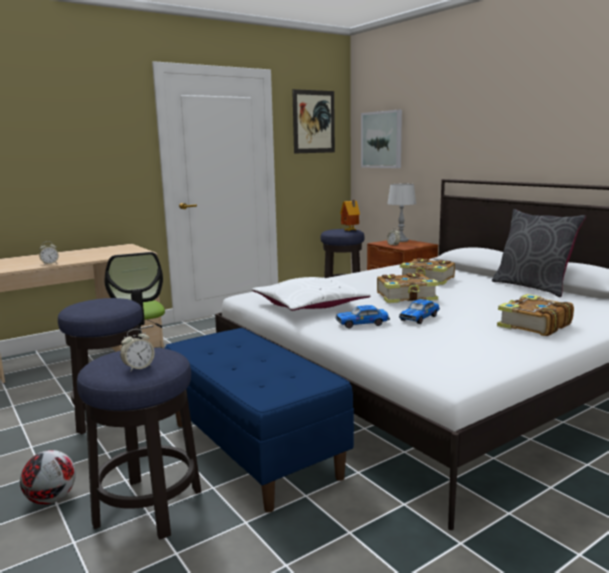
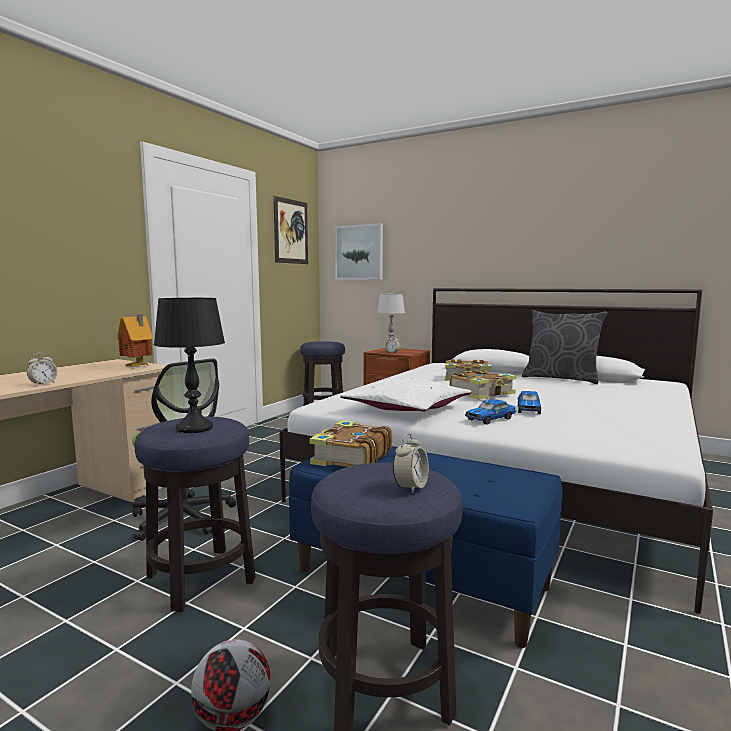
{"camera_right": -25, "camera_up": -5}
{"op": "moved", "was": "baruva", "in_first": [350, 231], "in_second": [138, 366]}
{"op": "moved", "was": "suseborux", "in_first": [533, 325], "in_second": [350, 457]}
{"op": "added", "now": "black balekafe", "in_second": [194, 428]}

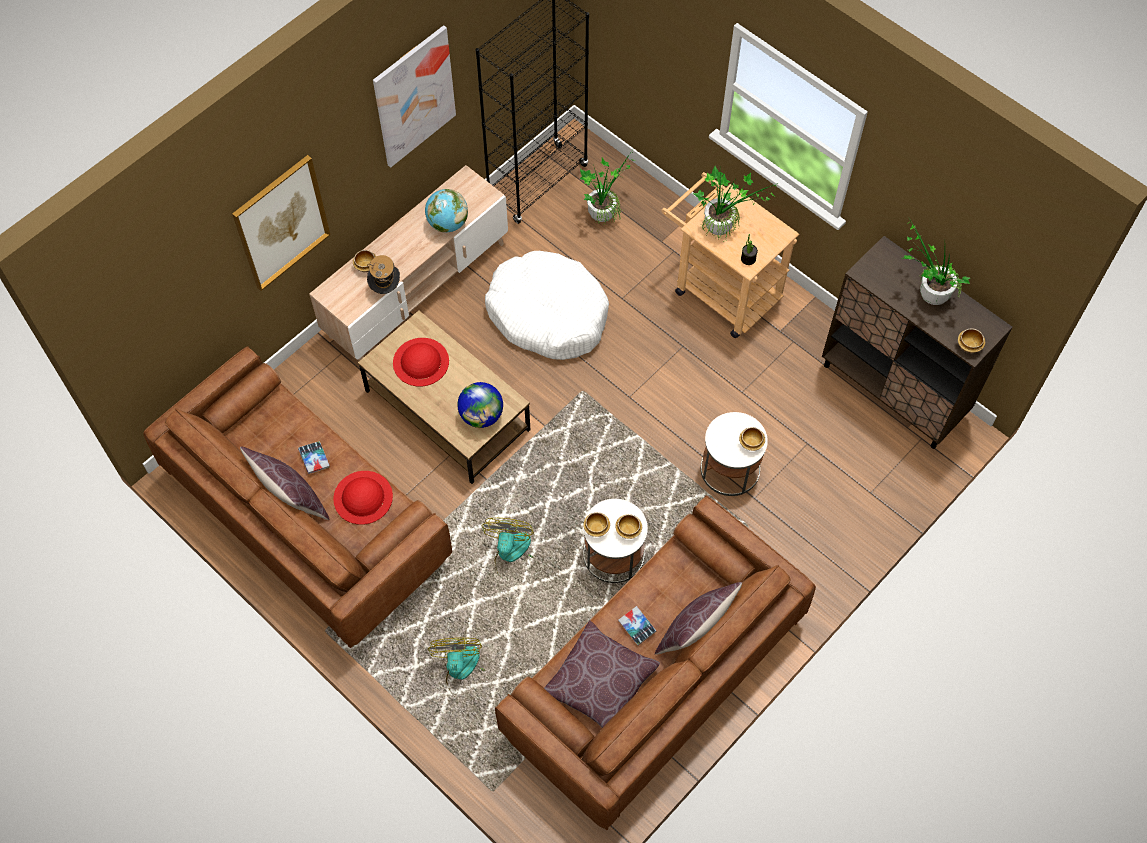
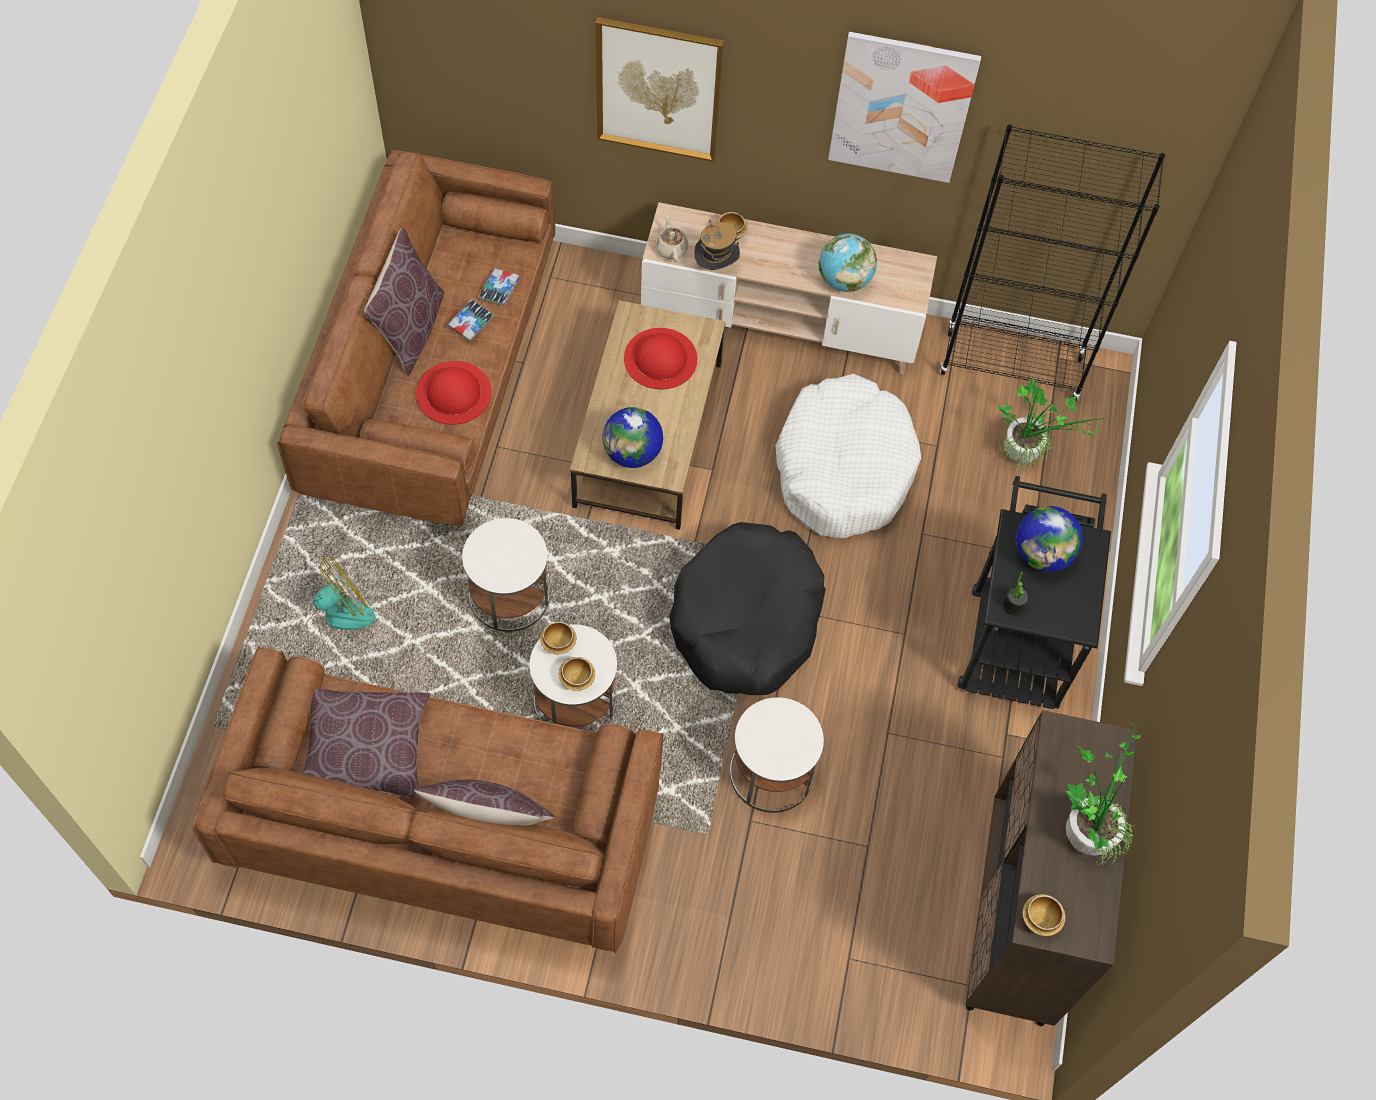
{"camera_right": 55, "camera_up": 0}
{"op": "replaced", "was": "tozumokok", "now": "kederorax", "in_first": [724, 225], "in_second": [1042, 554]}
{"op": "recoloured", "was": "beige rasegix", "now": "black rasegix", "in_first": [720, 289], "in_second": [1015, 635]}
{"op": "removed", "was": "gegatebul", "in_first": [751, 443]}
{"op": "replaced", "was": "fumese", "now": "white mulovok", "in_first": [512, 555], "in_second": [509, 595]}
{"op": "moved", "was": "suseborux", "in_first": [637, 627], "in_second": [499, 290]}
{"op": "added", "now": "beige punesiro", "in_second": [671, 248]}
{"op": "added", "now": "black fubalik", "in_second": [746, 620]}

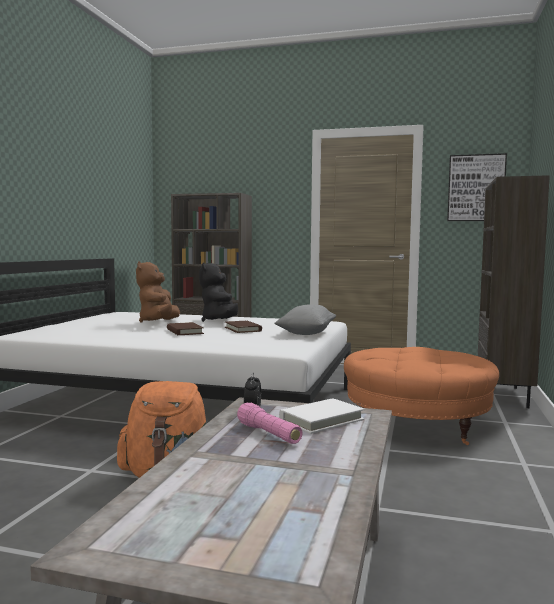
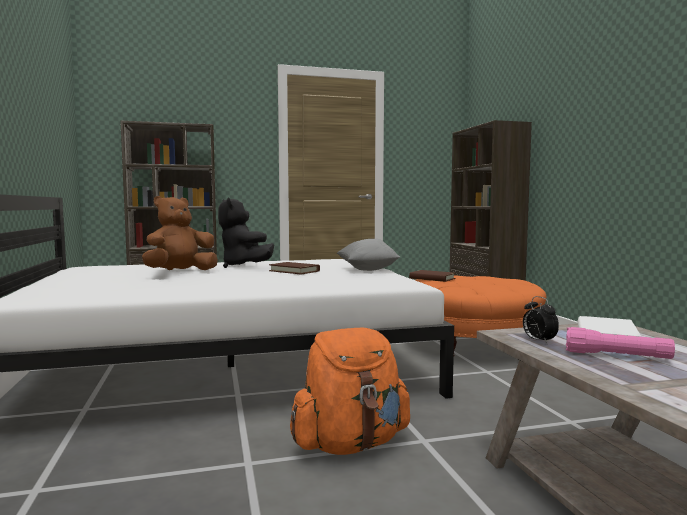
{"camera_right": -30, "camera_up": 0}
{"op": "removed", "was": "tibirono", "in_first": [476, 188]}
{"op": "turned", "was": "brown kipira", "in_first": [158, 322], "in_second": [180, 272], "clockwise": 75}
{"op": "moved", "was": "brown suseborux", "in_first": [184, 331], "in_second": [432, 278]}

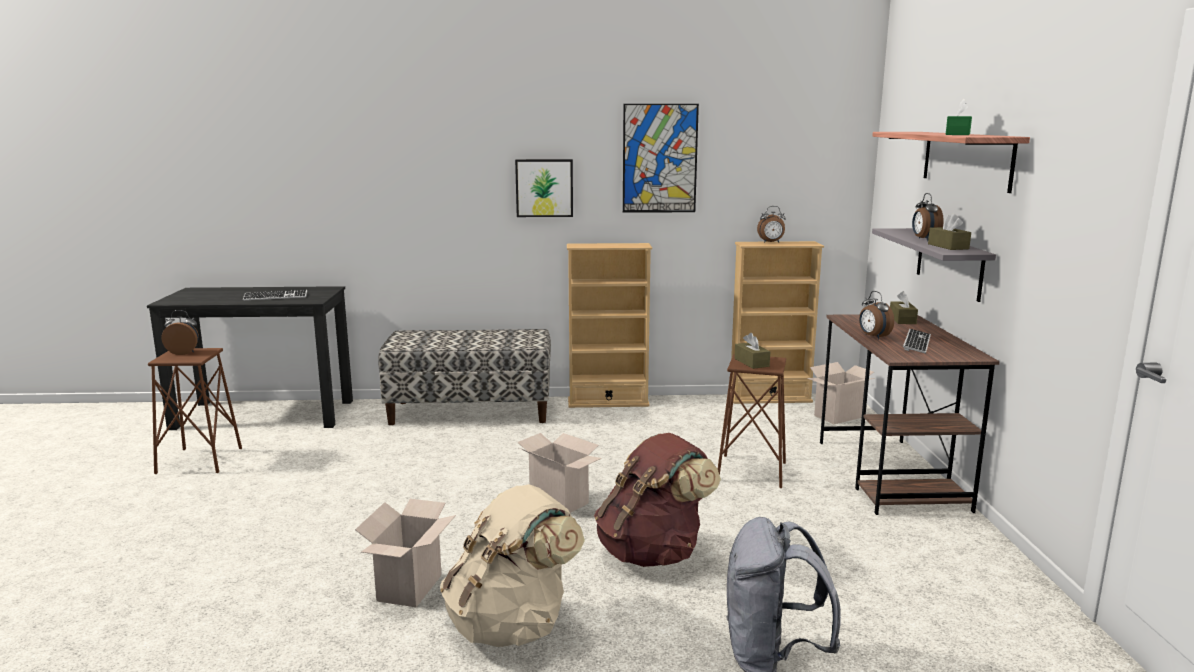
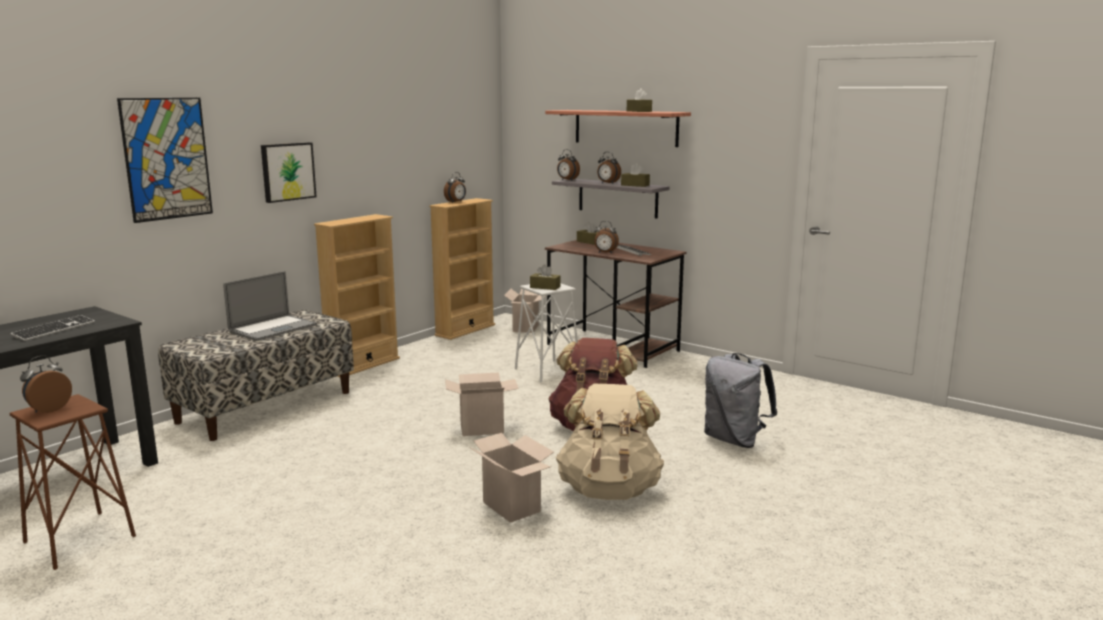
{"camera_right": -50, "camera_up": 0}
{"op": "recoloured", "was": "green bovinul", "now": "brown bovinul", "in_first": [957, 134], "in_second": [639, 111]}
{"op": "moved", "was": "tibirono", "in_first": [659, 158], "in_second": [167, 159]}
{"op": "recoloured", "was": "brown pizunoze", "now": "white pizunoze", "in_first": [751, 471], "in_second": [547, 371]}
{"op": "added", "now": "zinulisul", "in_second": [567, 180]}
{"op": "added", "now": "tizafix", "in_second": [273, 328]}

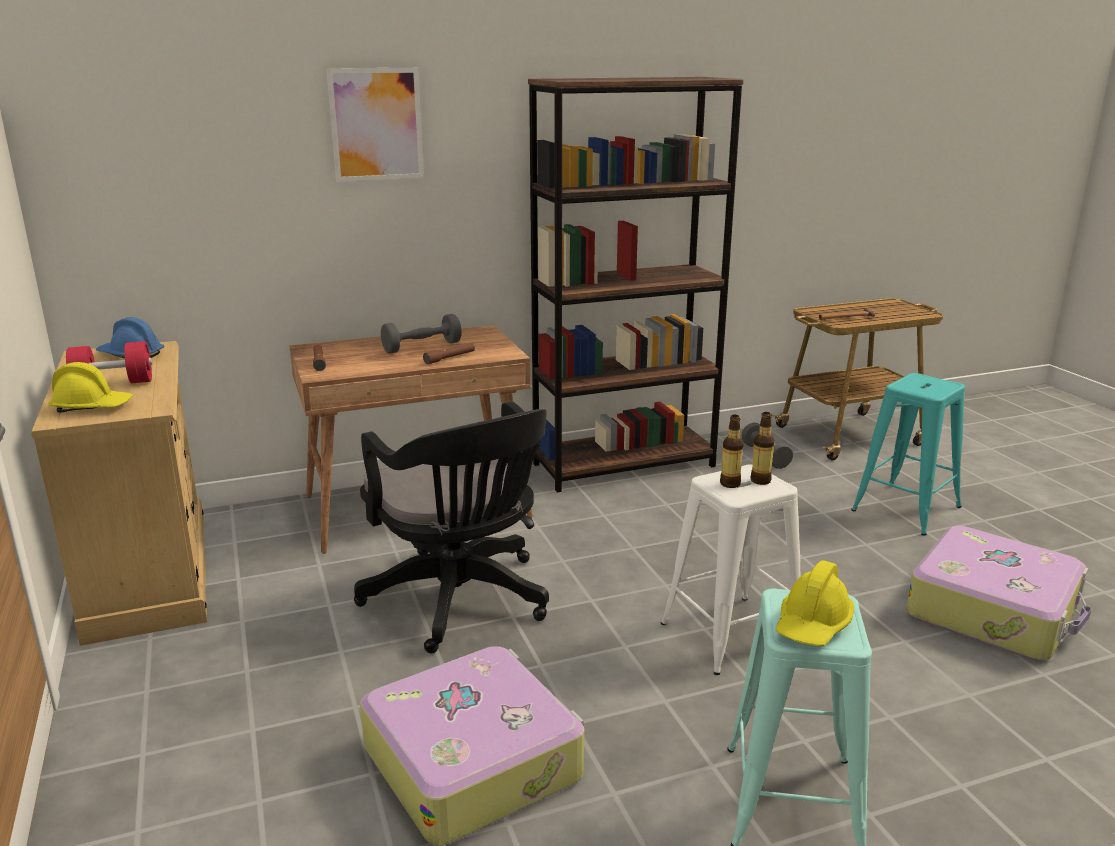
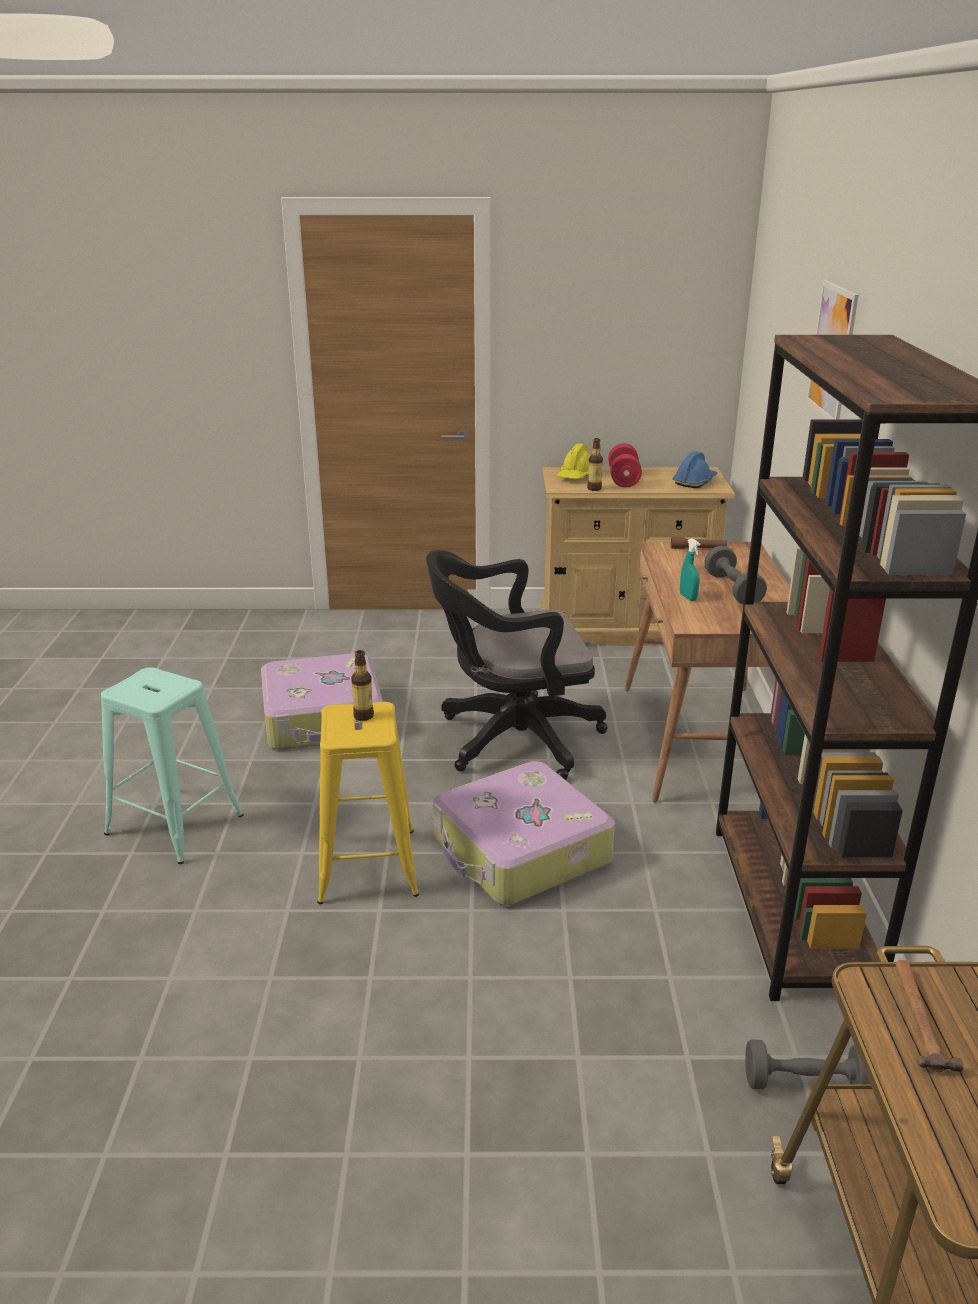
{"camera_right": 110, "camera_up": 5}
{"op": "replaced", "was": "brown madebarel", "now": "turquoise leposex", "in_first": [450, 358], "in_second": [688, 597]}
{"op": "removed", "was": "turquoise pizunoze", "in_first": [906, 509]}
{"op": "moved", "was": "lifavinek", "in_first": [760, 480], "in_second": [594, 489]}
{"op": "recoloured", "was": "white pizunoze", "now": "yellow pizunoze", "in_first": [731, 634], "in_second": [367, 865]}
{"op": "moved", "was": "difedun", "in_first": [994, 611], "in_second": [520, 851]}
{"op": "removed", "was": "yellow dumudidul", "in_first": [813, 625]}

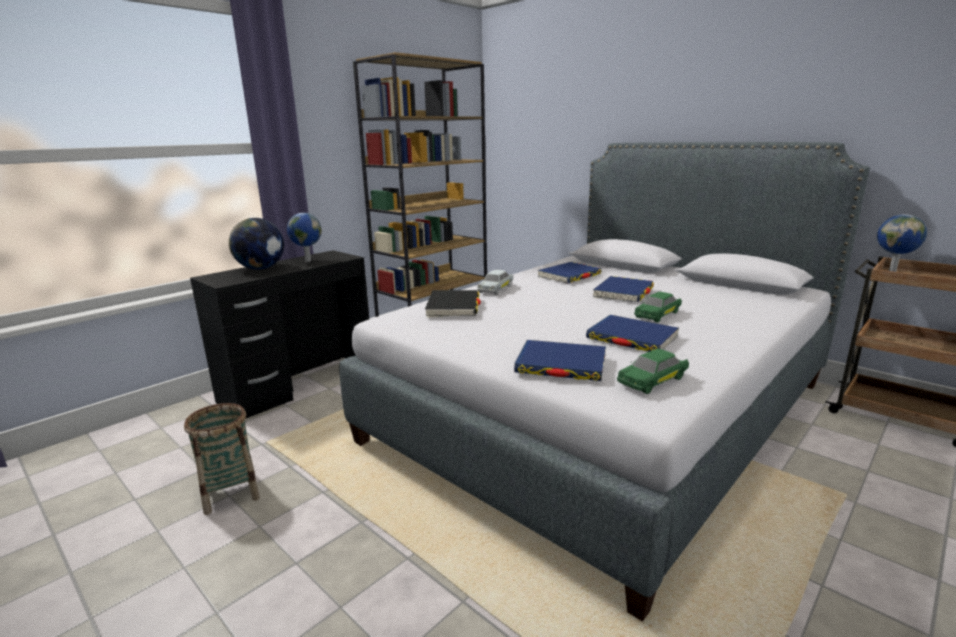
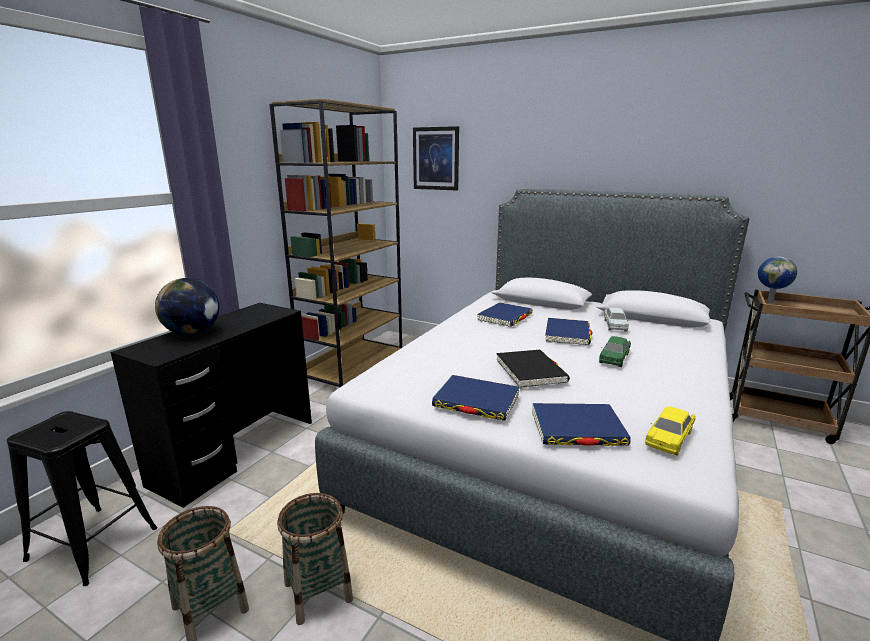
{"camera_right": -15, "camera_up": 0}
{"op": "removed", "was": "kederorax", "in_first": [307, 261]}
{"op": "moved", "was": "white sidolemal", "in_first": [495, 289], "in_second": [615, 325]}
{"op": "moved", "was": "black suseborux", "in_first": [453, 307], "in_second": [530, 371]}
{"op": "moved", "was": "blue suseborux", "in_first": [631, 338], "in_second": [476, 401]}
{"op": "recoloured", "was": "green sidolemal", "now": "yellow sidolemal", "in_first": [652, 380], "in_second": [669, 438]}
{"op": "added", "now": "tibirono", "in_second": [436, 158]}
{"op": "added", "now": "black pizunoze", "in_second": [92, 544]}
{"op": "added", "now": "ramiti", "in_second": [318, 591]}

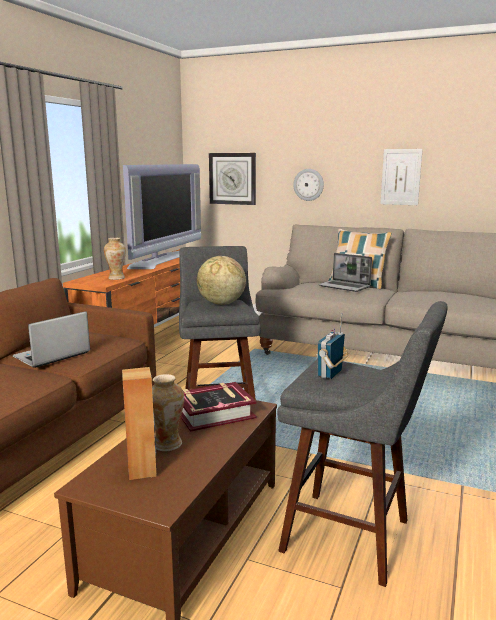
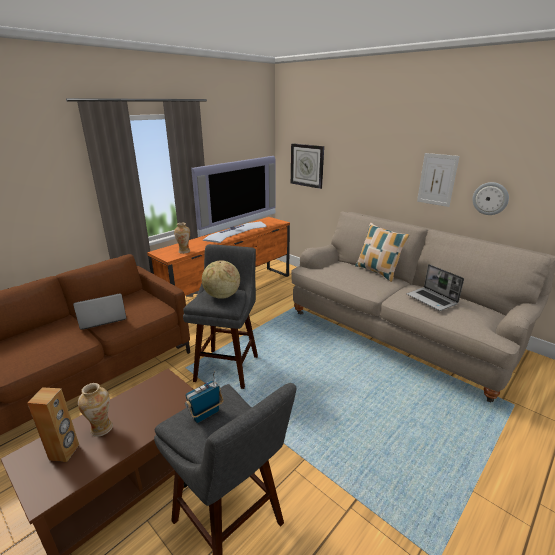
{"camera_right": 20, "camera_up": 10}
{"op": "moved", "was": "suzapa", "in_first": [308, 184], "in_second": [490, 198]}
{"op": "moved", "was": "tizafix", "in_first": [345, 287], "in_second": [432, 300]}
{"op": "removed", "was": "suseborux", "in_first": [214, 413]}

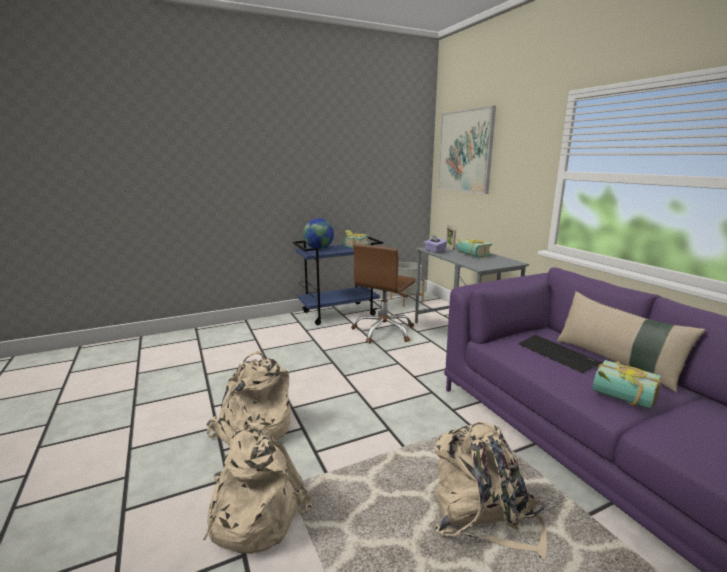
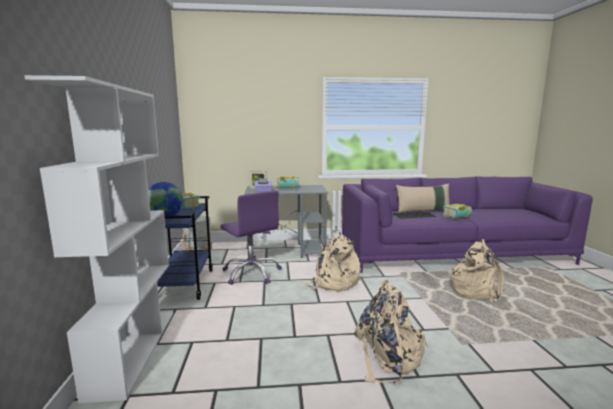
{"camera_right": -70, "camera_up": -5}
{"op": "removed", "was": "tibirono", "in_first": [465, 151]}
{"op": "recoloured", "was": "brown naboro", "now": "purple naboro", "in_first": [384, 331], "in_second": [252, 273]}
{"op": "moved", "was": "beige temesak", "in_first": [253, 513], "in_second": [333, 282]}
{"op": "added", "now": "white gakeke", "in_second": [134, 349]}

